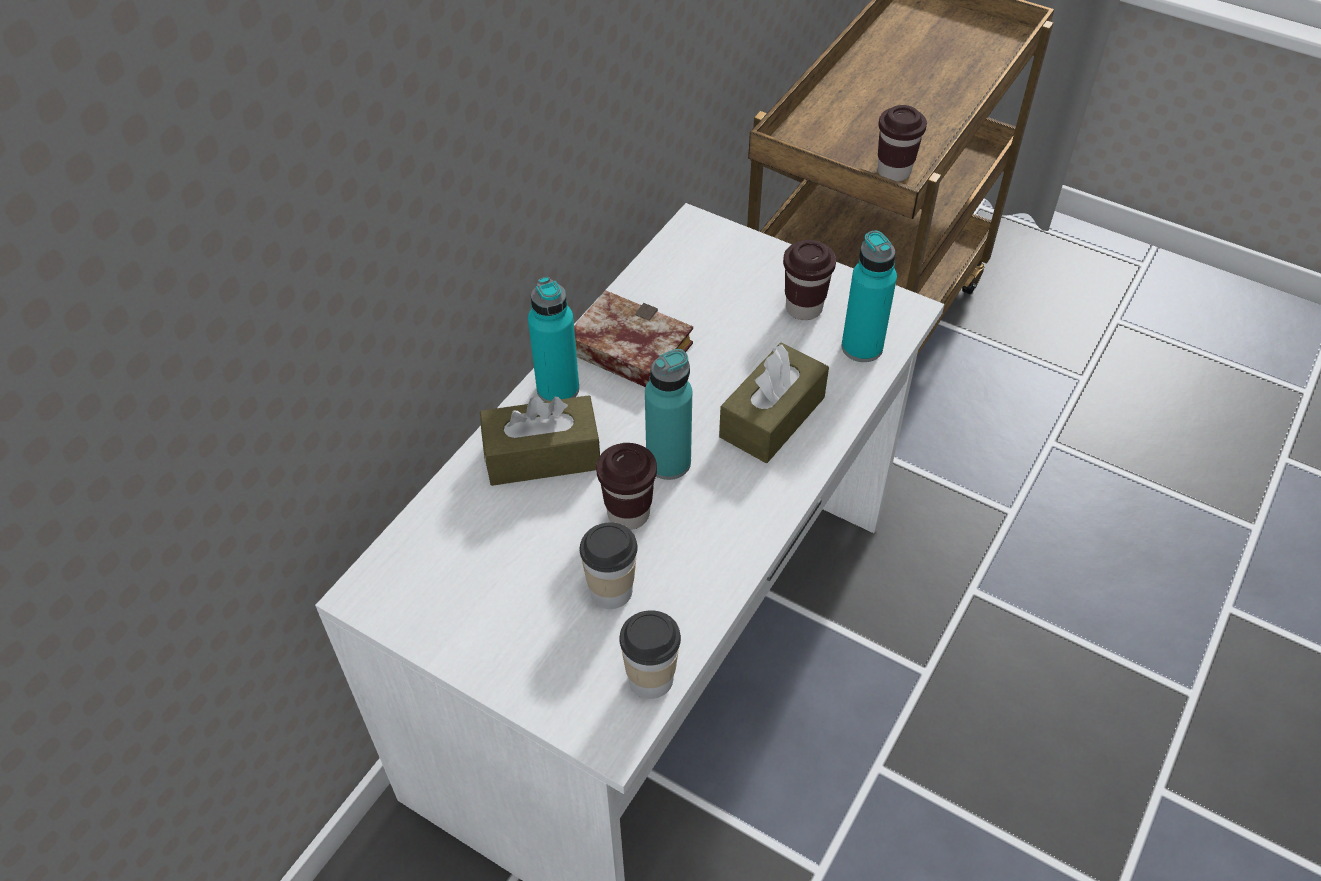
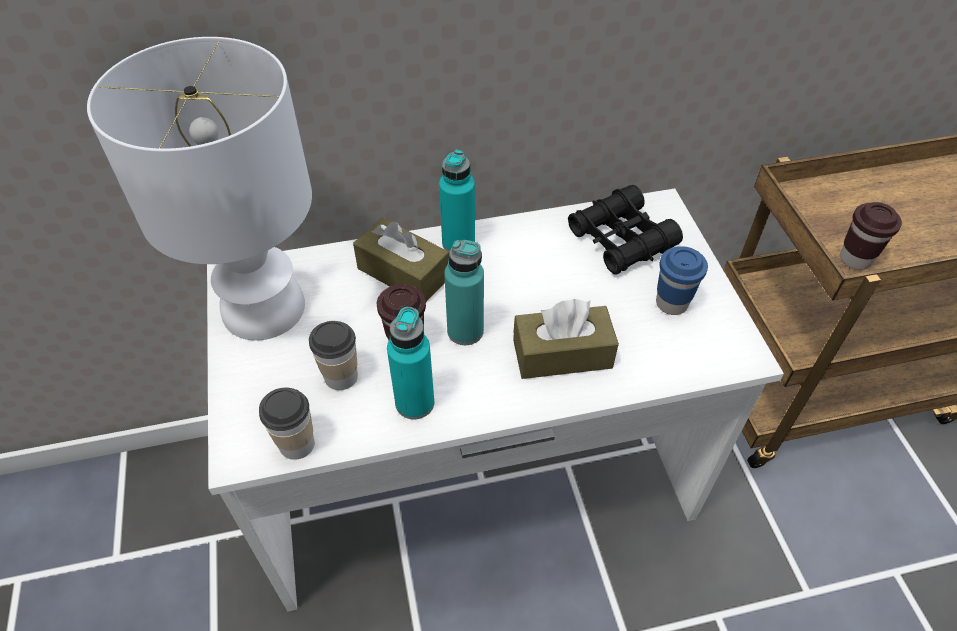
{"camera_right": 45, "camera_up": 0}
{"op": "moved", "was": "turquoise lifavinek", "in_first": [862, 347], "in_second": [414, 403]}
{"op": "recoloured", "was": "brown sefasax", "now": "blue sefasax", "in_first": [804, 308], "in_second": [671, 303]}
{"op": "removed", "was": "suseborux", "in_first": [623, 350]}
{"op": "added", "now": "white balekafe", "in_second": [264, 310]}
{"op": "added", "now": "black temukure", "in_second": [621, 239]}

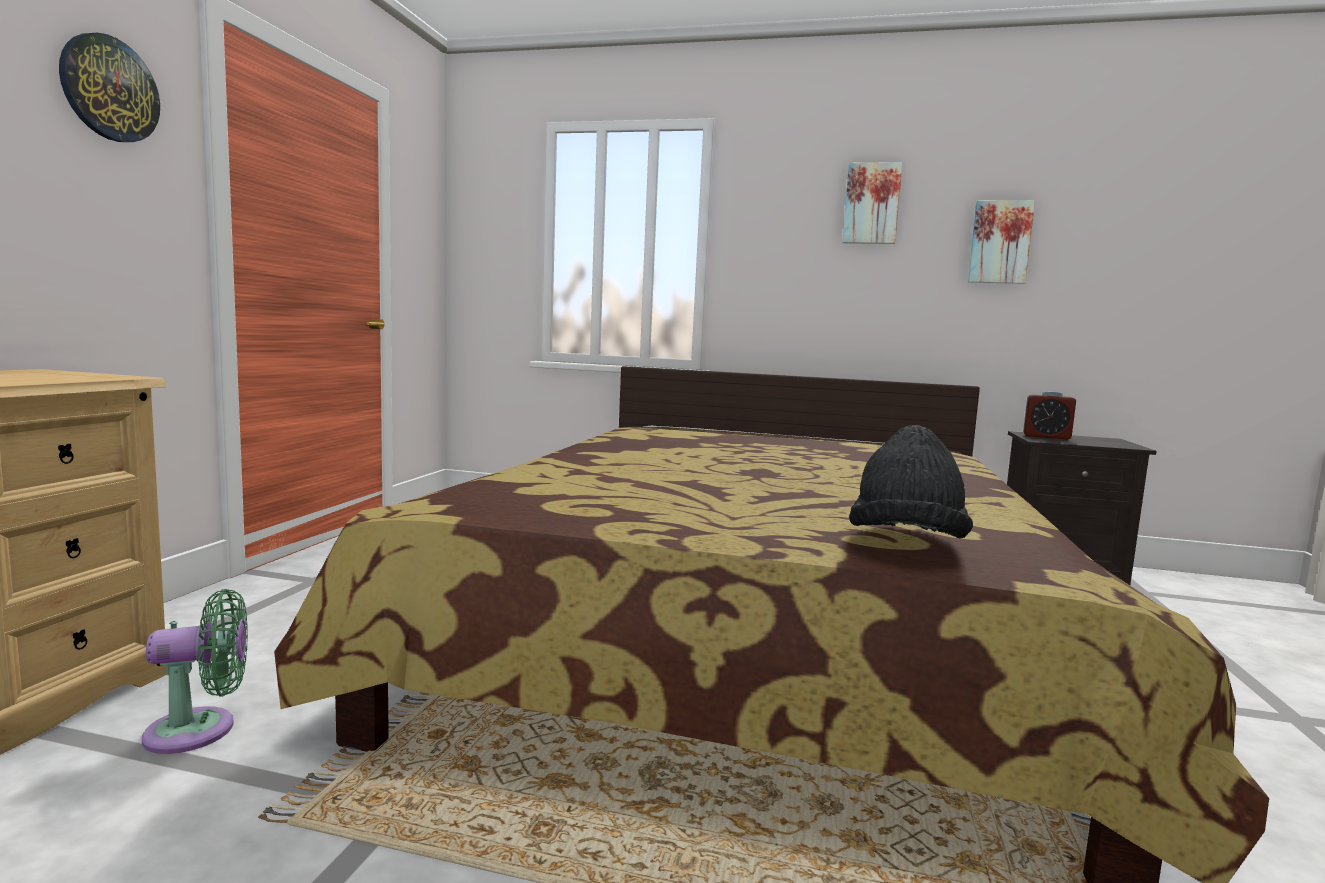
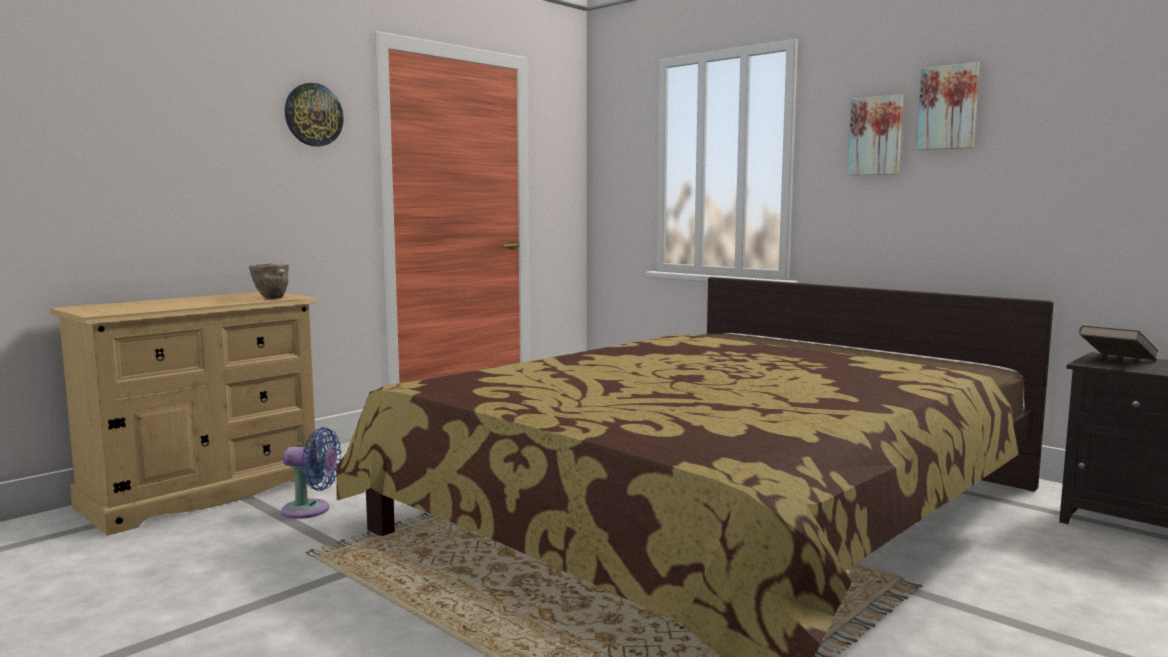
{"camera_right": 30, "camera_up": 0}
{"op": "moved", "was": "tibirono", "in_first": [999, 242], "in_second": [876, 136]}
{"op": "replaced", "was": "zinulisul", "now": "brown suseborux", "in_first": [1046, 437], "in_second": [1116, 360]}
{"op": "removed", "was": "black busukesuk", "in_first": [905, 543]}
{"op": "recoloured", "was": "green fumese", "now": "blue fumese", "in_first": [200, 730], "in_second": [310, 510]}
{"op": "added", "now": "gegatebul", "in_second": [271, 298]}

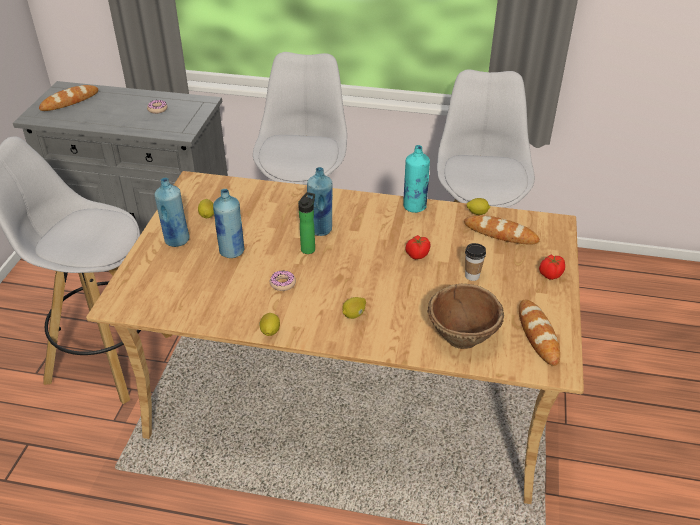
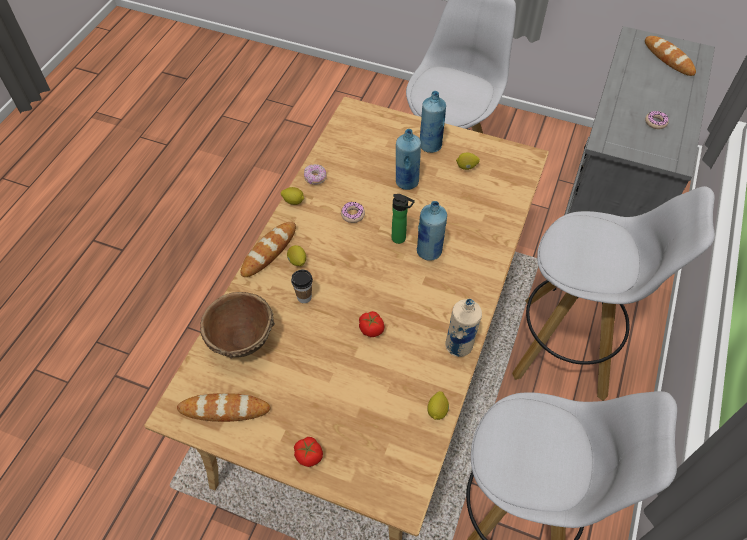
{"camera_right": 100, "camera_up": 15}
{"op": "recoloured", "was": "turquoise lifavinek", "now": "beige lifavinek", "in_first": [414, 206], "in_second": [459, 345]}
{"op": "moved", "was": "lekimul", "in_first": [500, 233], "in_second": [269, 251]}
{"op": "moved", "was": "sefasax", "in_first": [472, 276], "in_second": [304, 297]}
{"op": "added", "now": "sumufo", "in_second": [315, 178]}

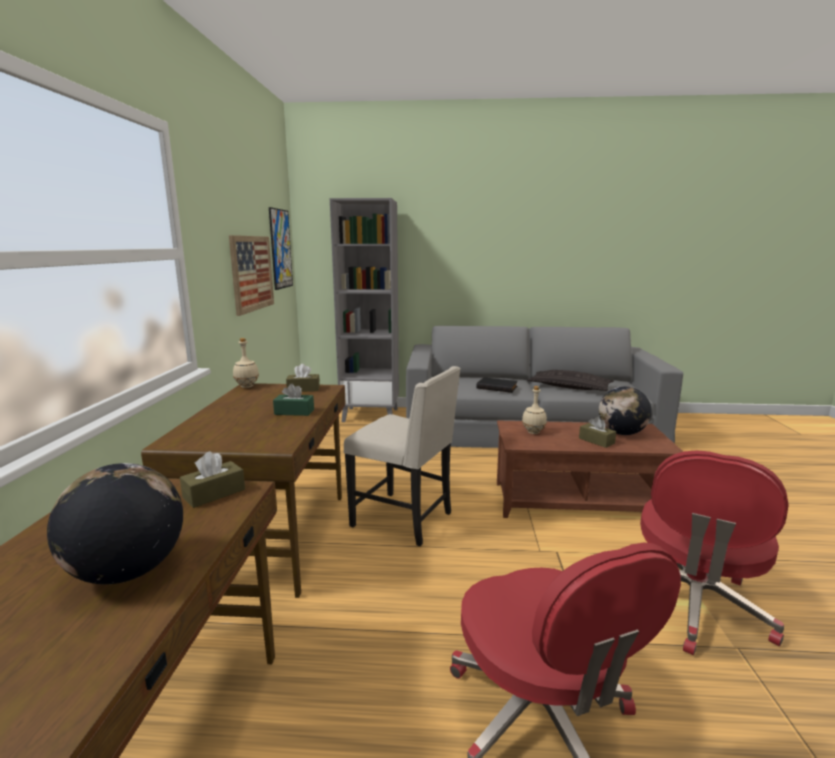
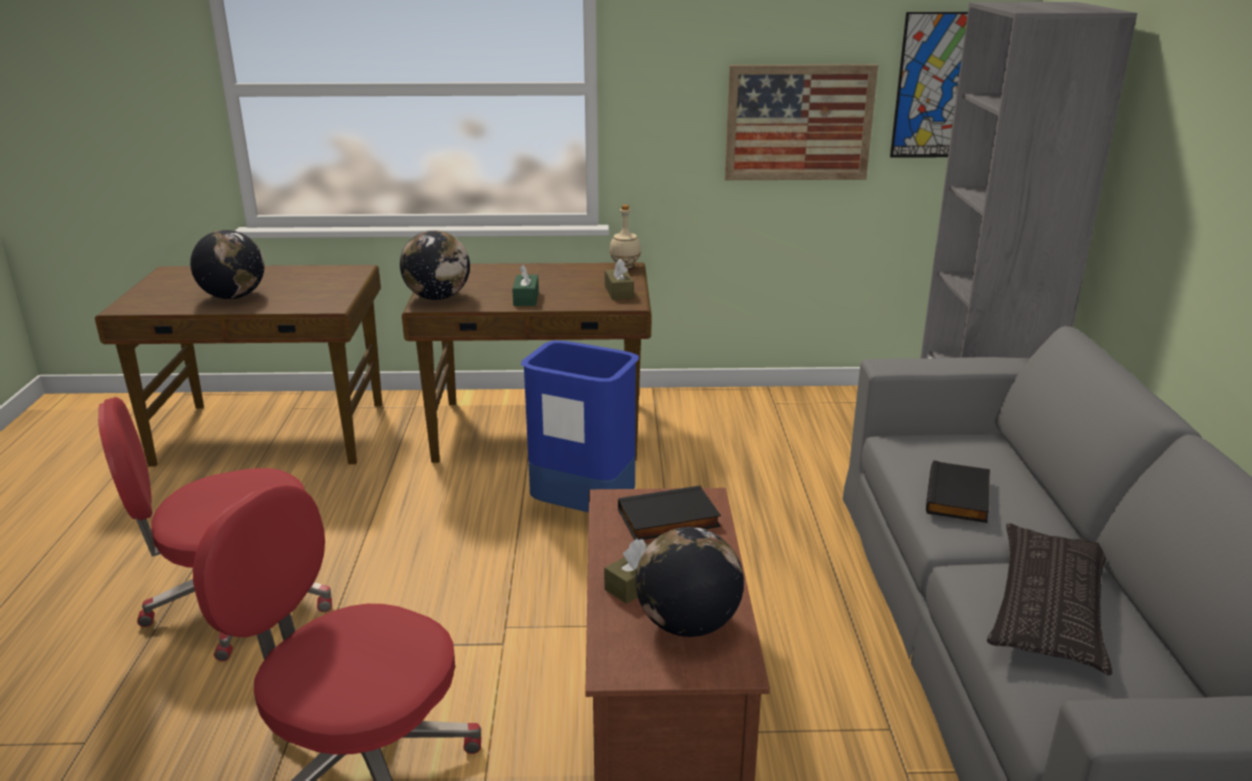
{"camera_right": 85, "camera_up": 10}
{"op": "replaced", "was": "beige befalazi", "now": "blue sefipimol", "in_first": [404, 519], "in_second": [582, 511]}
{"op": "replaced", "was": "beige lifavinek", "now": "black suseborux", "in_first": [533, 432], "in_second": [668, 520]}
{"op": "removed", "was": "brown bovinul", "in_first": [214, 493]}
{"op": "added", "now": "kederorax", "in_second": [438, 297]}

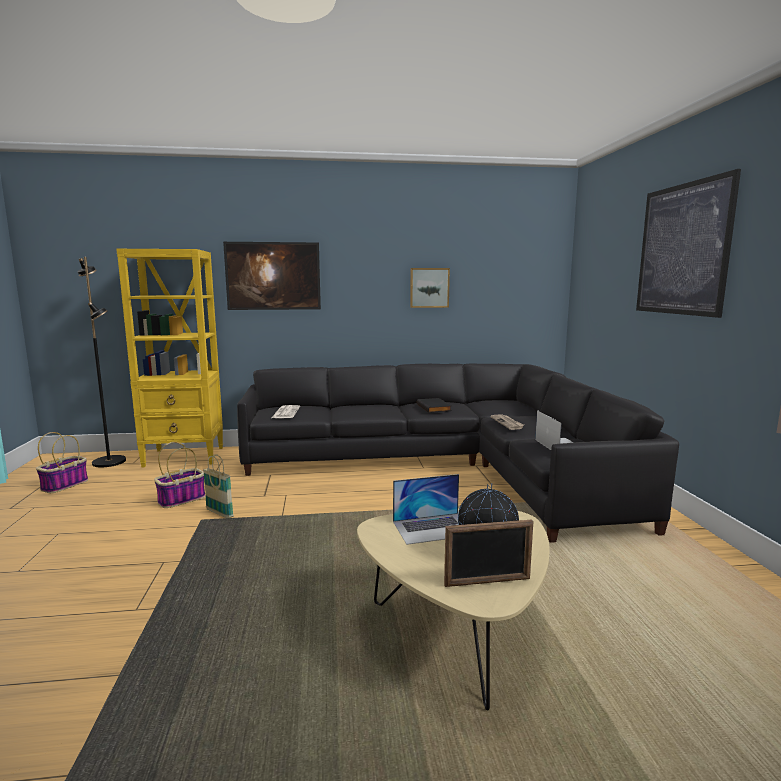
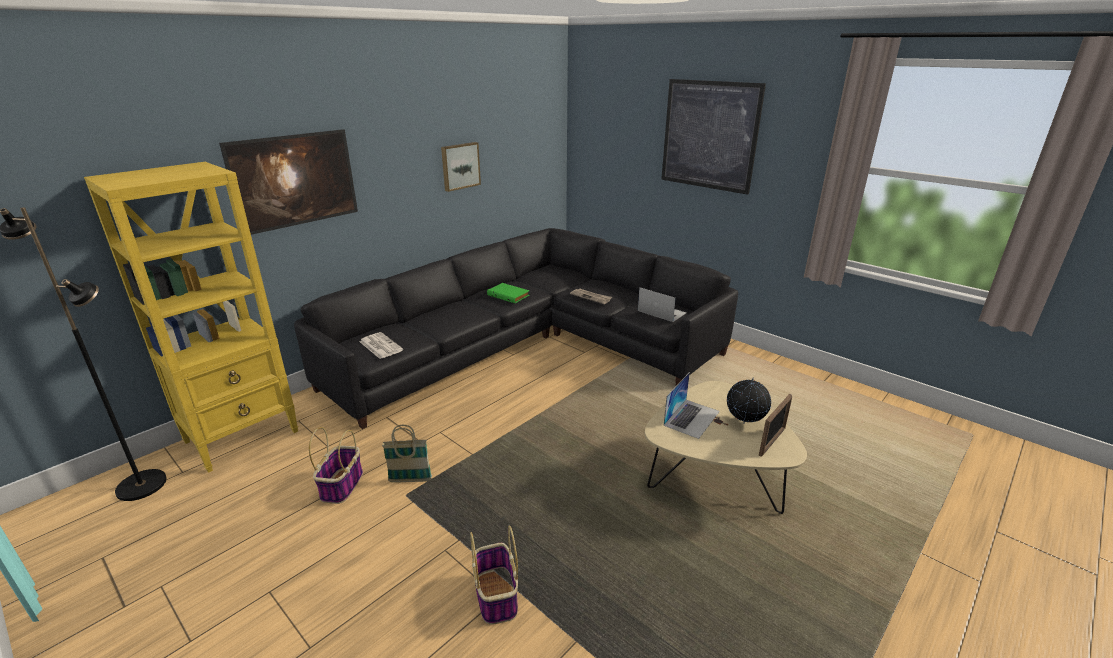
{"camera_right": -40, "camera_up": 15}
{"op": "recoloured", "was": "black suseborux", "now": "green suseborux", "in_first": [434, 407], "in_second": [509, 295]}
{"op": "moved", "was": "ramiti", "in_first": [65, 485], "in_second": [496, 595]}

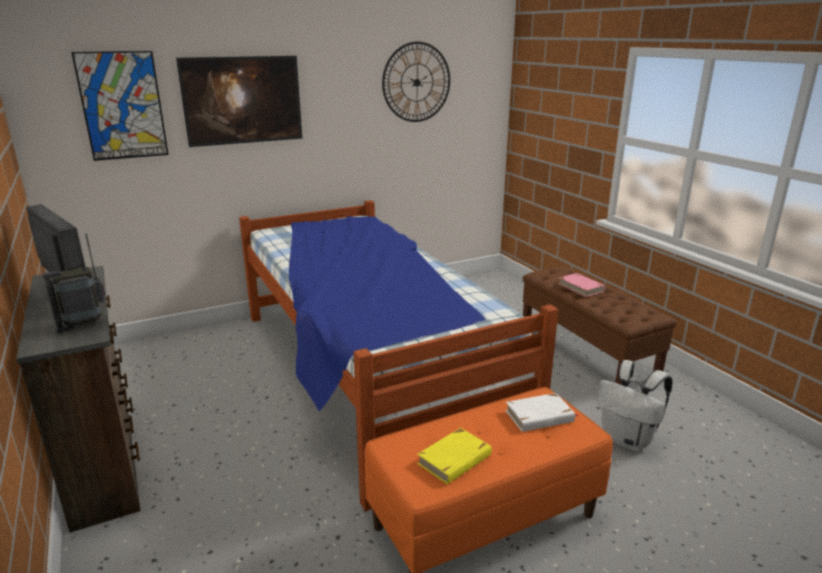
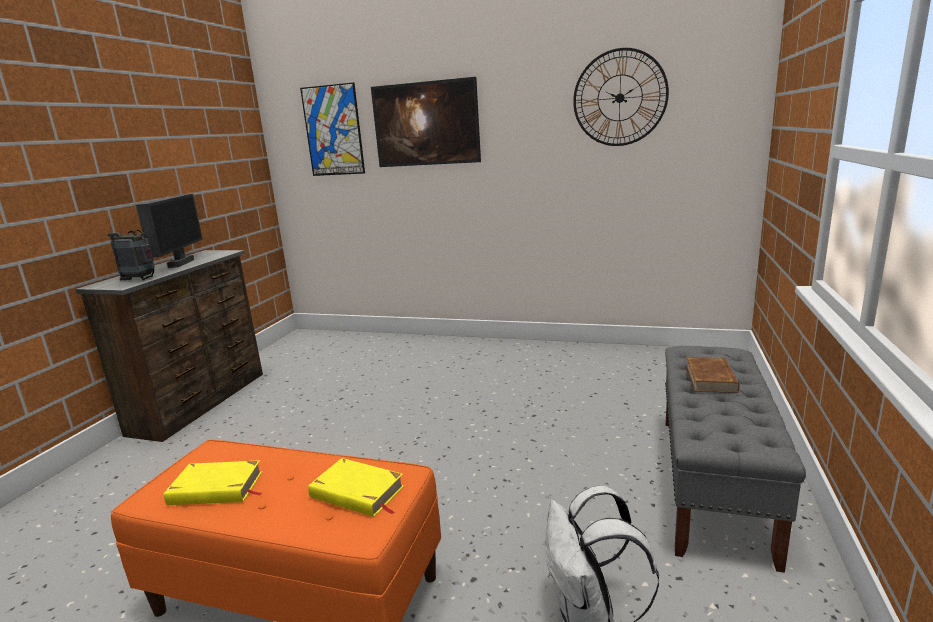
{"camera_right": 45, "camera_up": -5}
{"op": "removed", "was": "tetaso", "in_first": [368, 372]}
{"op": "recoloured", "was": "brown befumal", "now": "grey befumal", "in_first": [586, 352], "in_second": [713, 483]}
{"op": "recoloured", "was": "pink suseborux", "now": "brown suseborux", "in_first": [581, 287], "in_second": [711, 379]}
{"op": "recoloured", "was": "white suseborux", "now": "yellow suseborux", "in_first": [539, 416], "in_second": [357, 492]}

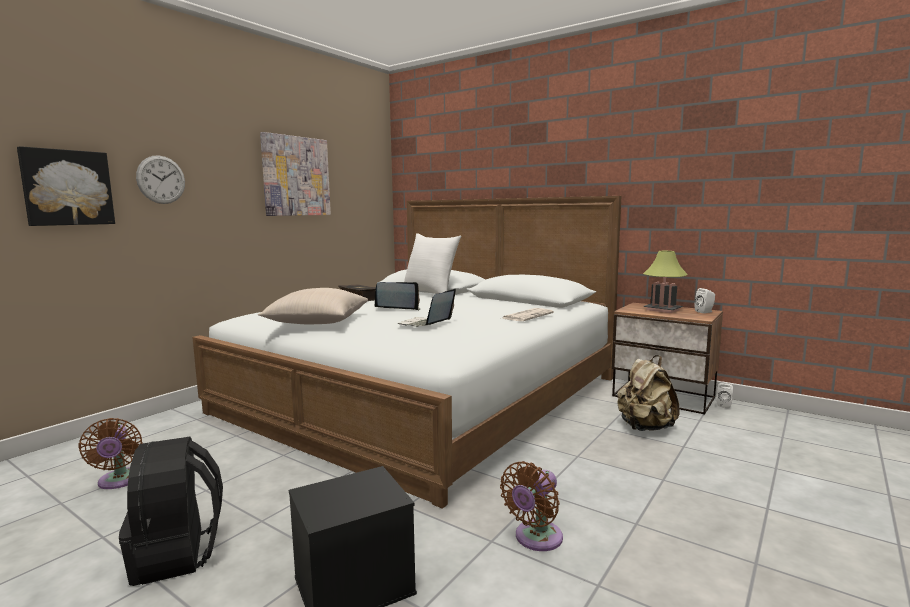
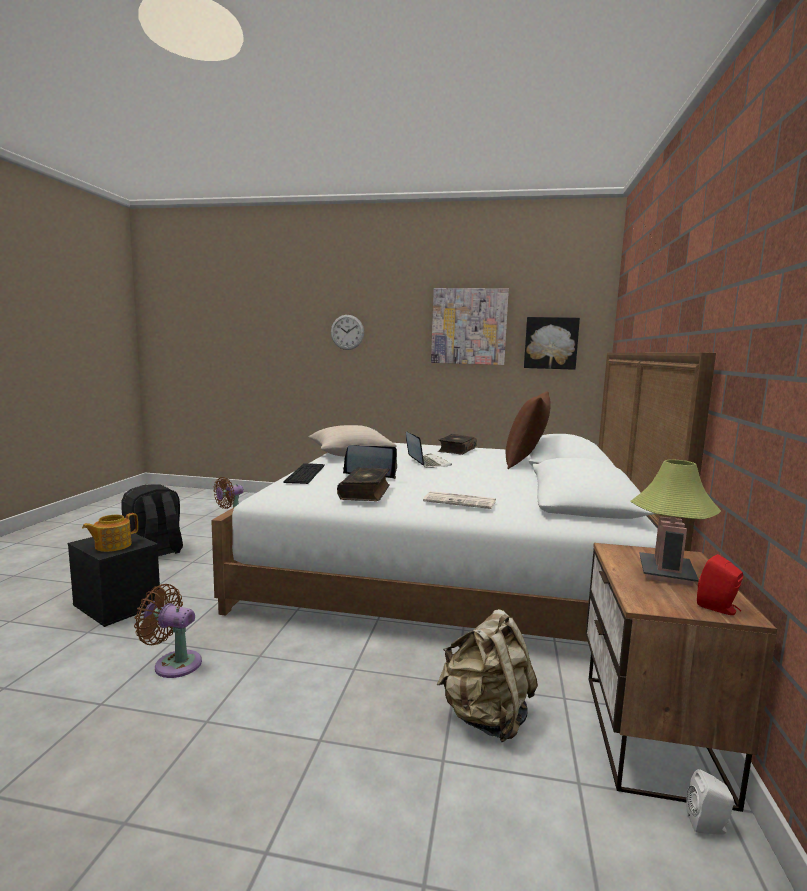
{"camera_right": 65, "camera_up": 0}
{"op": "moved", "was": "tibirono", "in_first": [67, 188], "in_second": [550, 343]}
{"op": "recoloured", "was": "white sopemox", "now": "brown sopemox", "in_first": [430, 293], "in_second": [526, 463]}
{"op": "recoloured", "was": "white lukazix", "now": "red lukazix", "in_first": [705, 312], "in_second": [718, 608]}
{"op": "added", "now": "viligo", "in_second": [305, 473]}
{"op": "added", "now": "suseborux", "in_second": [366, 492]}
{"op": "added", "now": "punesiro", "in_second": [112, 546]}

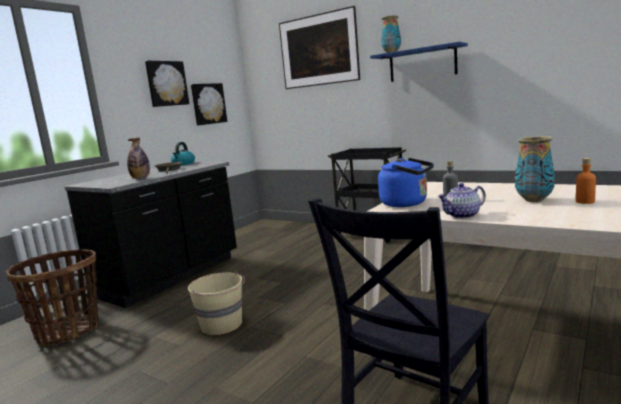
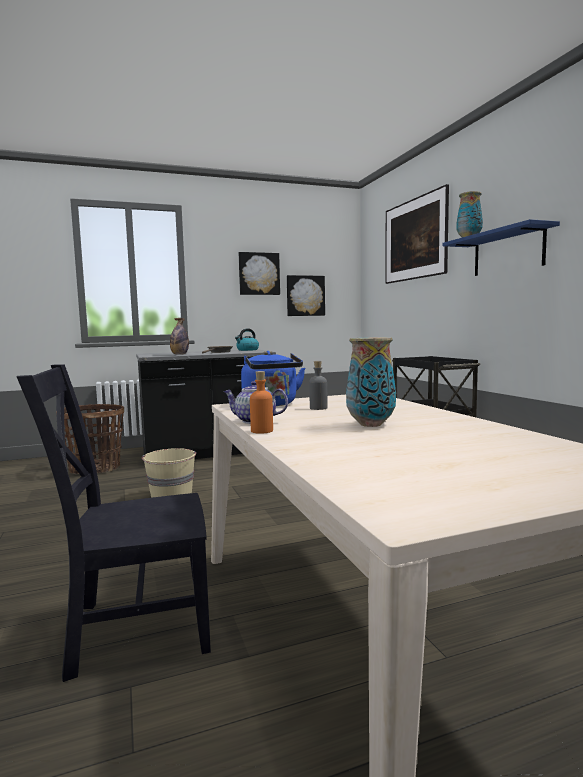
{"camera_right": 35, "camera_up": -5}
{"op": "moved", "was": "orange lifavinek", "in_first": [585, 202], "in_second": [262, 431]}

